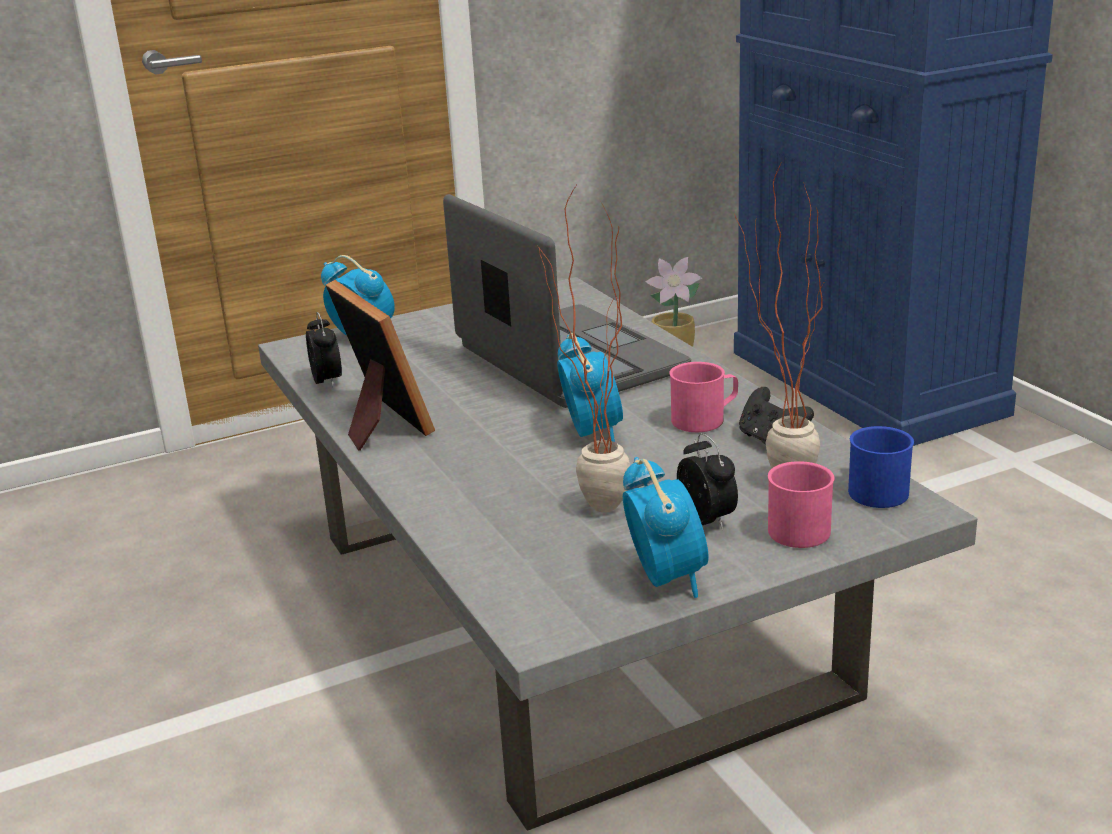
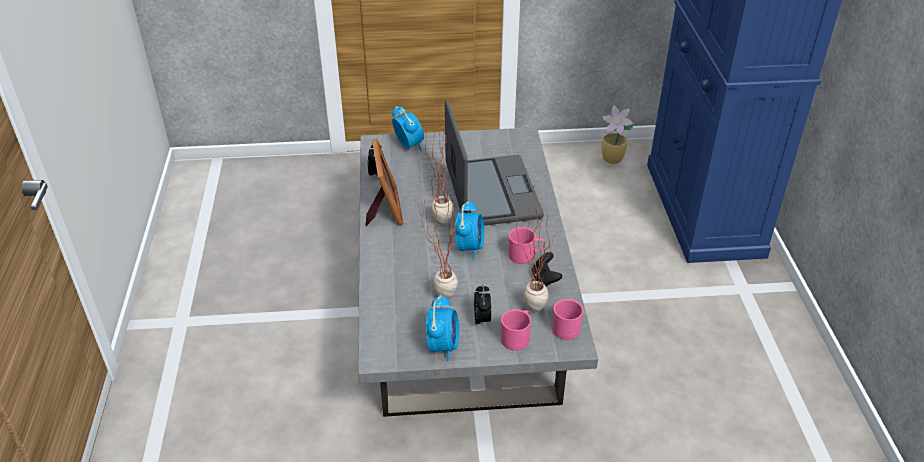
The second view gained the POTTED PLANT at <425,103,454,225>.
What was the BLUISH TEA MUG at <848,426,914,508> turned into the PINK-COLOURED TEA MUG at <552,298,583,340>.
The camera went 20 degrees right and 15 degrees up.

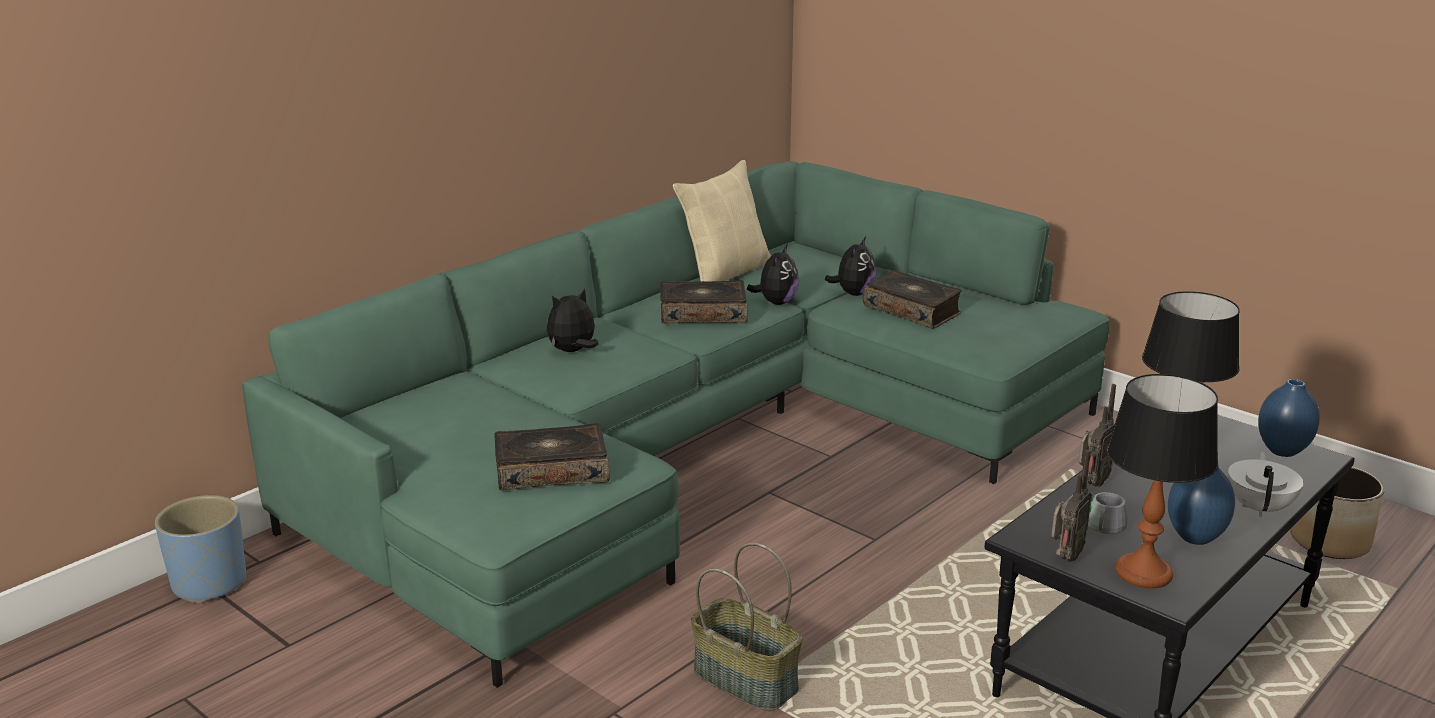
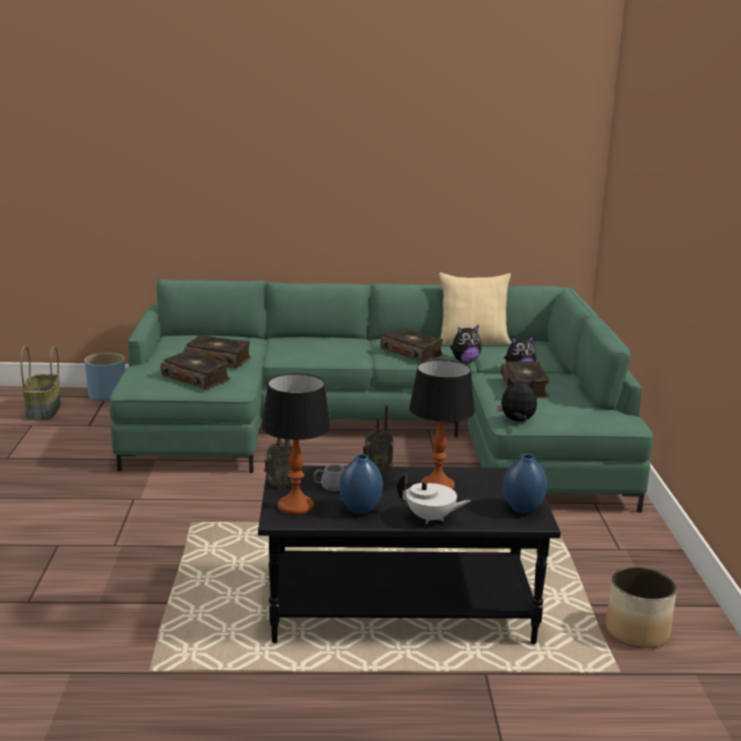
The second view gained the BOUND BOOK at <184,335,251,368>.
The CUDDLY TOY ended up elsewhere, having gone from <547,288,599,352> to <497,377,537,422>.
The STORAGE BASKET ended up elsewhere, having gone from <691,543,803,711> to <21,346,61,420>.
The WHITE-COLOURED TEAPOT at <1228,451,1303,517> ended up facing another way, 45 degrees clockwise from before.
The camera went 45 degrees right and 5 degrees down.

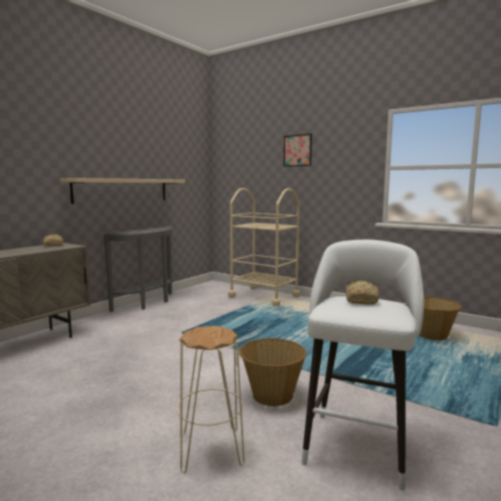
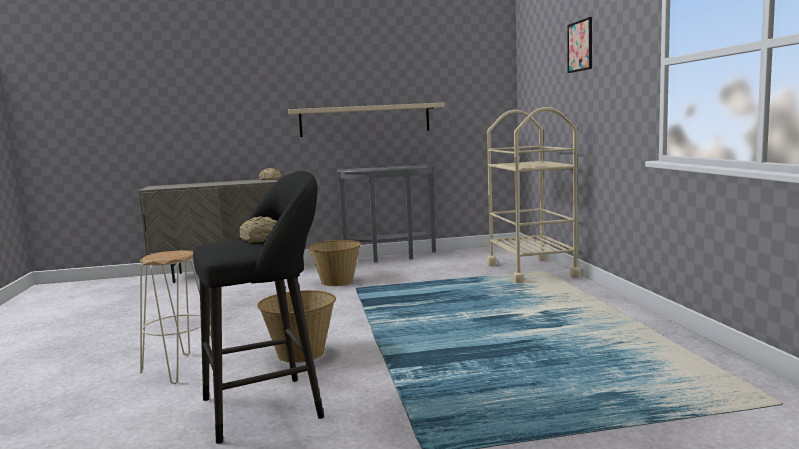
The STORAGE BASKET ended up elsewhere, having gone from <419,297,462,340> to <308,240,361,286>.
What was the WHITE-COLOURED STOOL SEAT at <301,240,424,491> turned into the BLACK STOOL SEAT at <193,171,324,444>.
The camera went 45 degrees right and 0 degrees up.

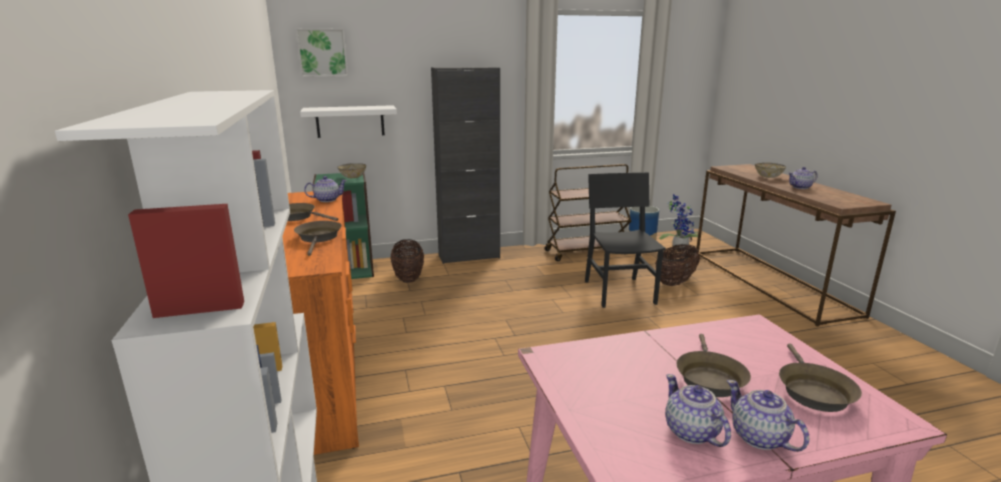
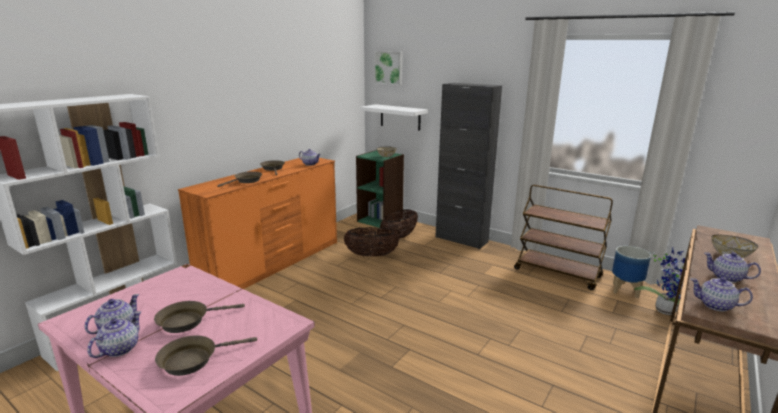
The second view lost the BLACK CHAIR at <585,172,666,308>.
The second view gained the TEAPOT at <690,277,753,311>.
The STORAGE BASKET ended up elsewhere, having gone from <655,244,700,286> to <344,227,399,256>.
The camera went 50 degrees right and 0 degrees up.

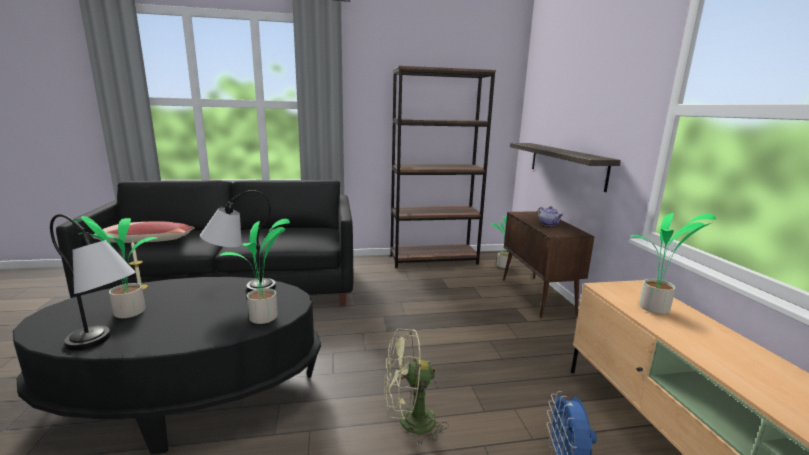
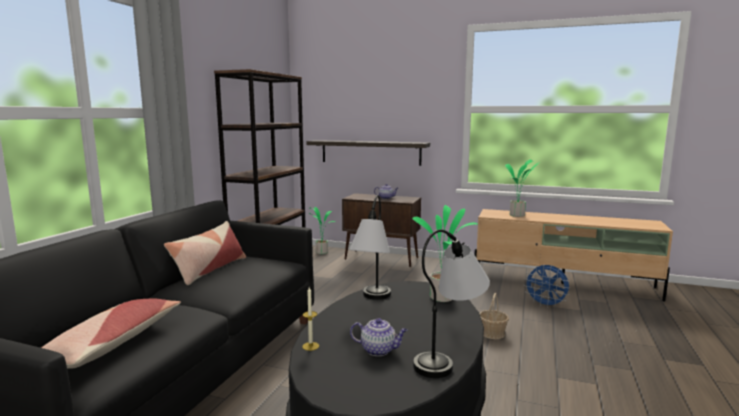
The second view gained the CUSHION at <164,221,246,285>.
Where the POTTED PLANT stood at <73,216,157,318>, the TEAPOT came to stand at <350,318,408,356>.
Where the GREEN COOLING FAN stood at <384,328,449,446>, the STORAGE BASKET came to stand at <479,293,509,339>.
The camera went 60 degrees left and 5 degrees down.

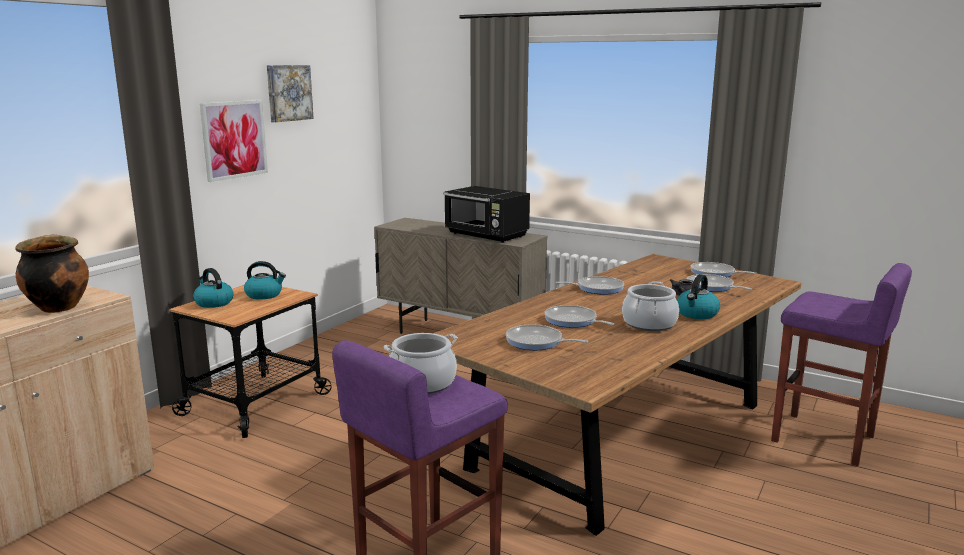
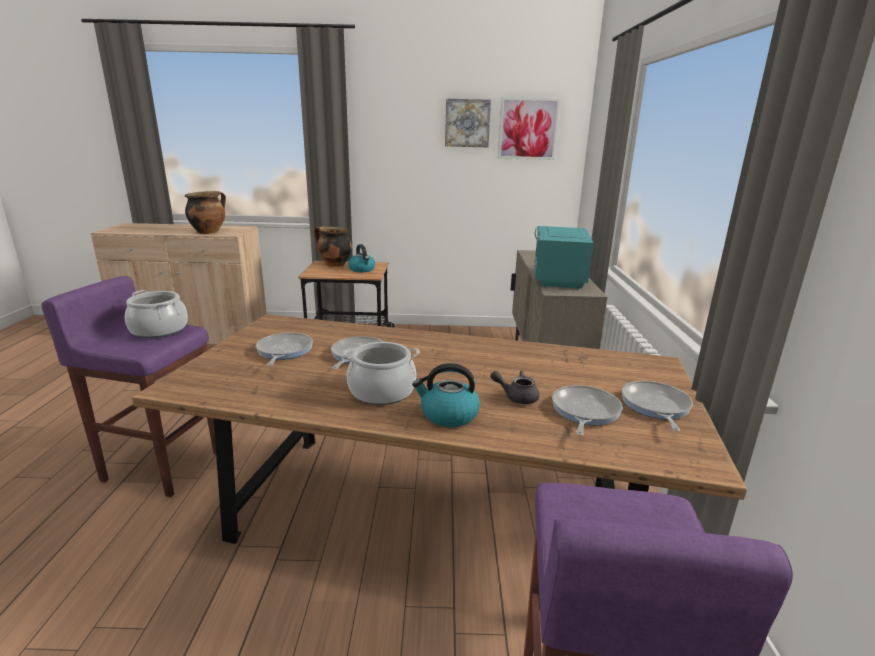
The second view lost the FRYING PAN at <556,276,624,295>.
The PICTURE ended up elsewhere, having gone from <200,100,268,182> to <498,97,560,160>.
Where the WATER KETTLE stood at <193,268,234,308>, the SAUCEPOT came to stand at <314,226,352,267>.
What was the BLACK MICROWAVE OVEN at <444,186,530,243> turned into the TURQUOISE-COLOURED MICROWAVE OVEN at <534,226,593,290>.
The camera went 60 degrees right and 5 degrees up.

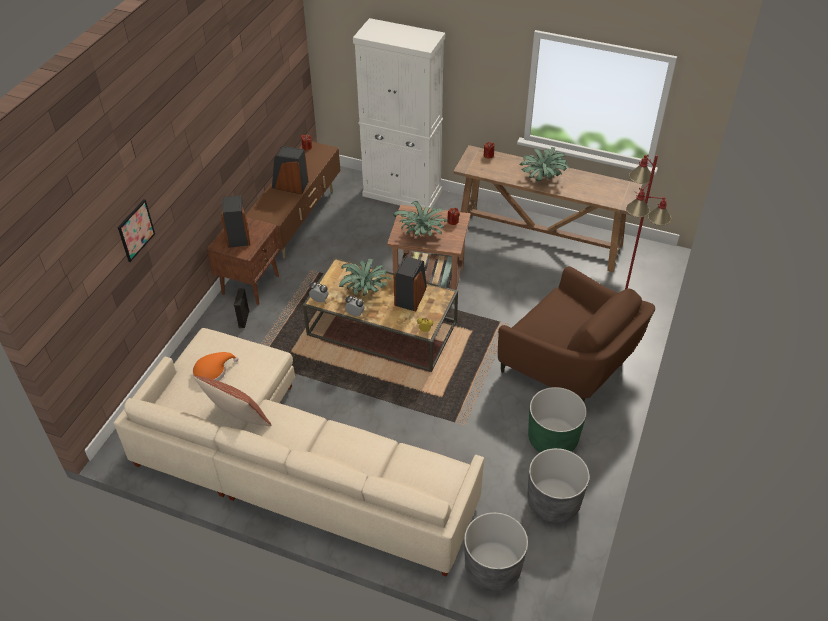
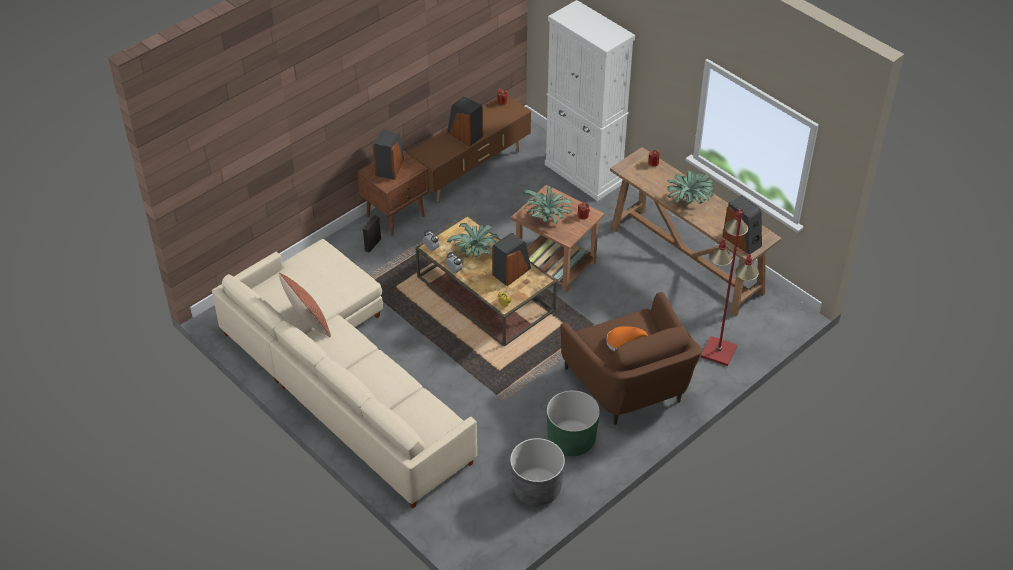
The second view lost the PICTURE at <118,199,155,262>.
The second view lost the GRAY PLANTER at <464,512,528,591>.
The second view gained the SPEAKER at <722,195,762,254>.
The ORANGEY HAT ended up elsewhere, having gone from <192,352,238,381> to <606,326,648,351>.
The camera went 25 degrees right and 0 degrees up.

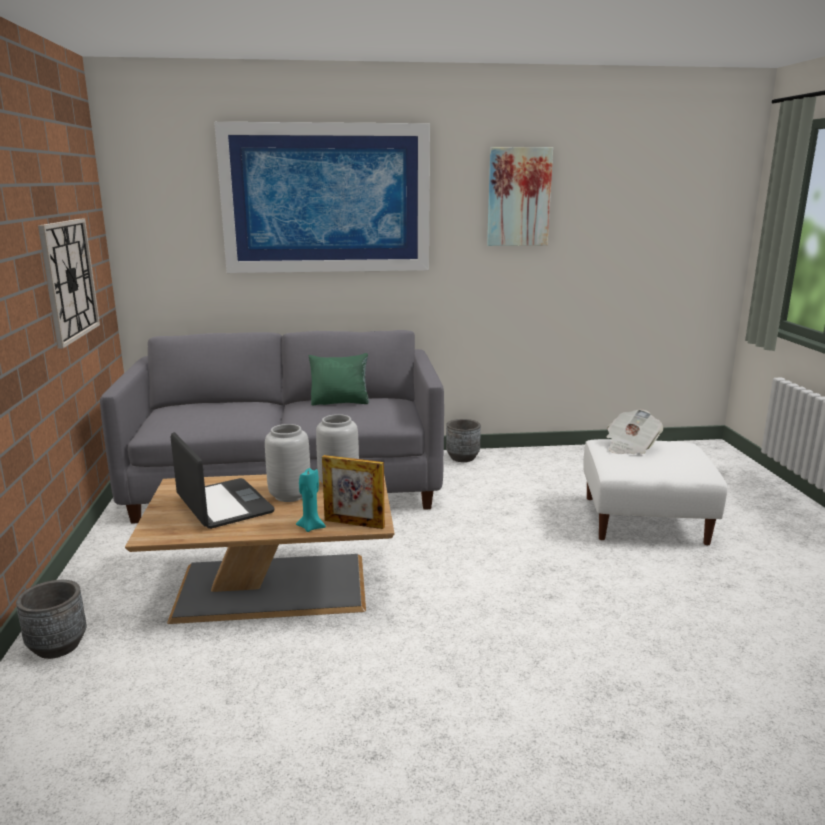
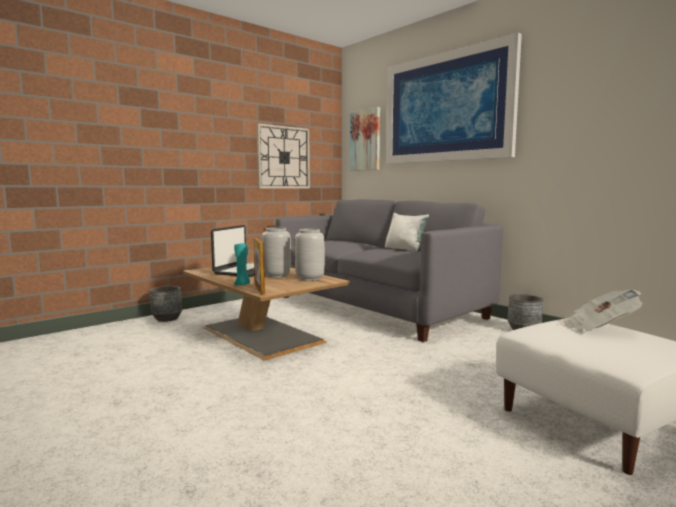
The PICTURE ended up elsewhere, having gone from <487,147,553,246> to <350,107,380,171>.
What was the GREEN CUSHION at <309,353,369,406> turned into the WHITE-COLOURED CUSHION at <385,213,429,252>.
The camera went 55 degrees right and 10 degrees down.

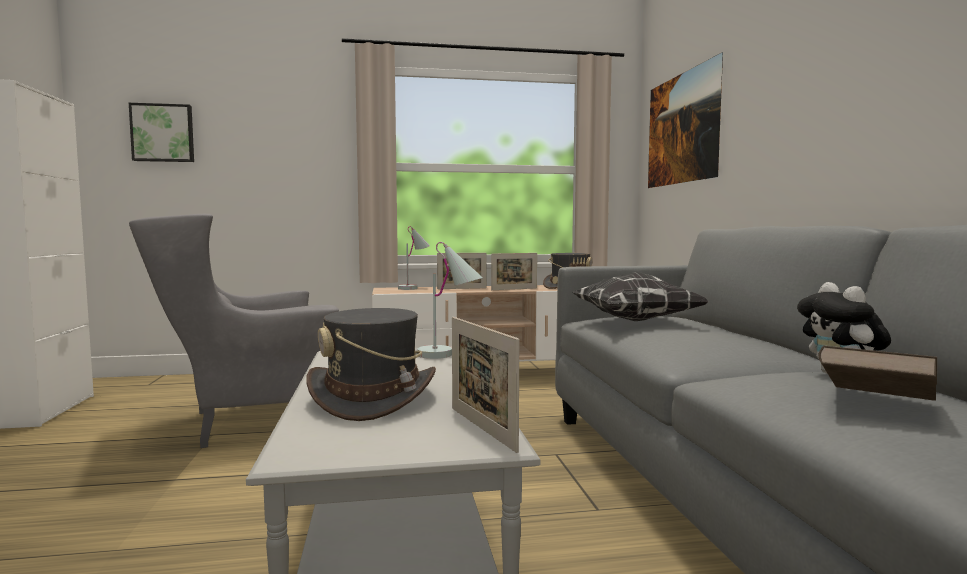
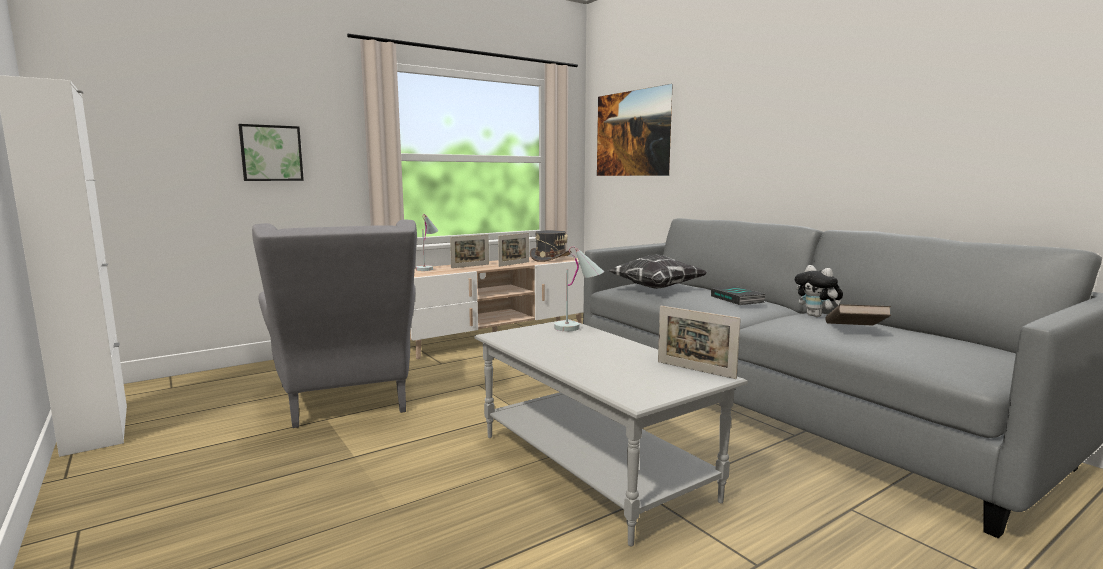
The second view lost the GRAY HAT at <306,308,436,421>.
The second view gained the BOUND BOOK at <711,286,766,305>.
The PICTURE ended up elsewhere, having gone from <129,103,194,162> to <238,124,304,181>.
The GRAY EASY CHAIR at <129,214,339,448> ended up facing another way, 60 degrees counterclockwise from before.
The camera went 25 degrees left and 5 degrees up.

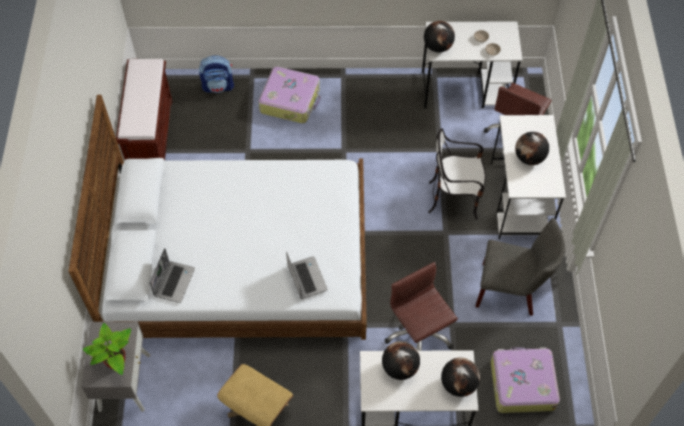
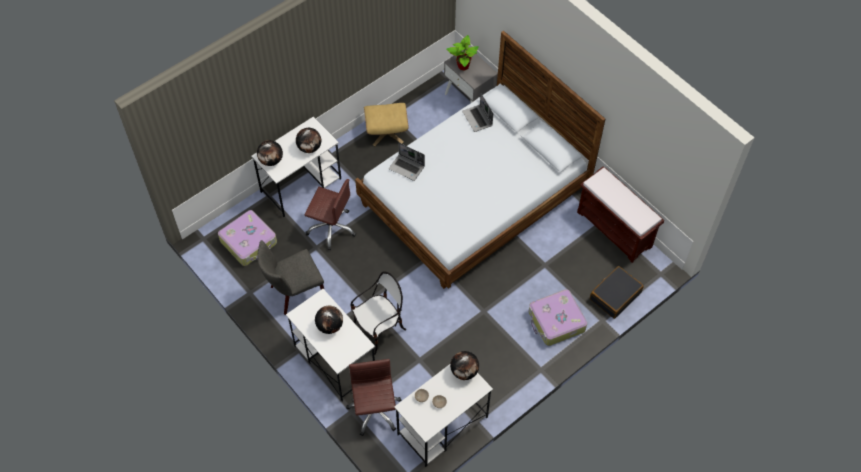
Where the KNAPSACK stood at <199,55,234,93>, the BLACK PIECE OF LUGGAGE came to stand at <590,266,644,319>.
The camera went 140 degrees right and 0 degrees up.

